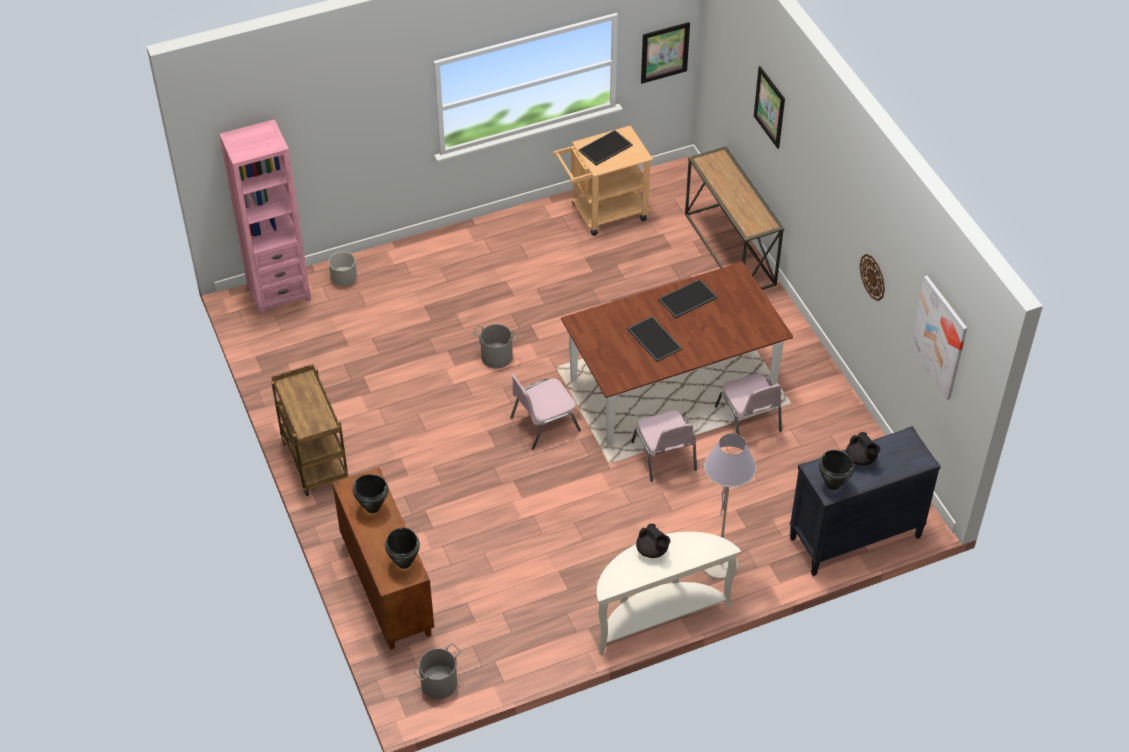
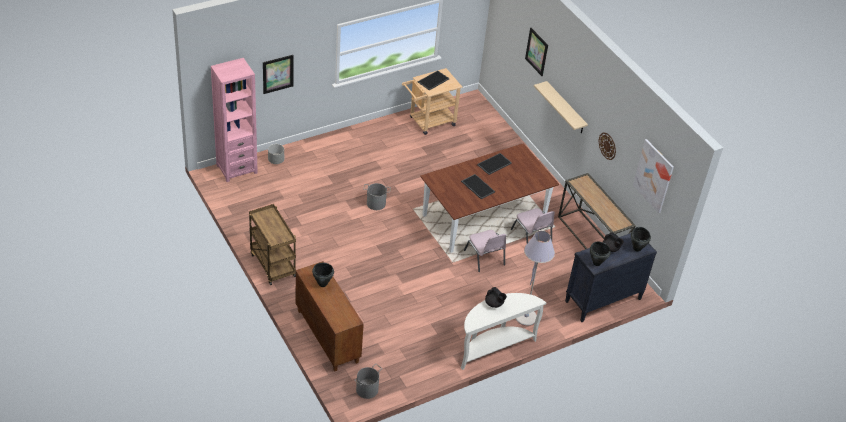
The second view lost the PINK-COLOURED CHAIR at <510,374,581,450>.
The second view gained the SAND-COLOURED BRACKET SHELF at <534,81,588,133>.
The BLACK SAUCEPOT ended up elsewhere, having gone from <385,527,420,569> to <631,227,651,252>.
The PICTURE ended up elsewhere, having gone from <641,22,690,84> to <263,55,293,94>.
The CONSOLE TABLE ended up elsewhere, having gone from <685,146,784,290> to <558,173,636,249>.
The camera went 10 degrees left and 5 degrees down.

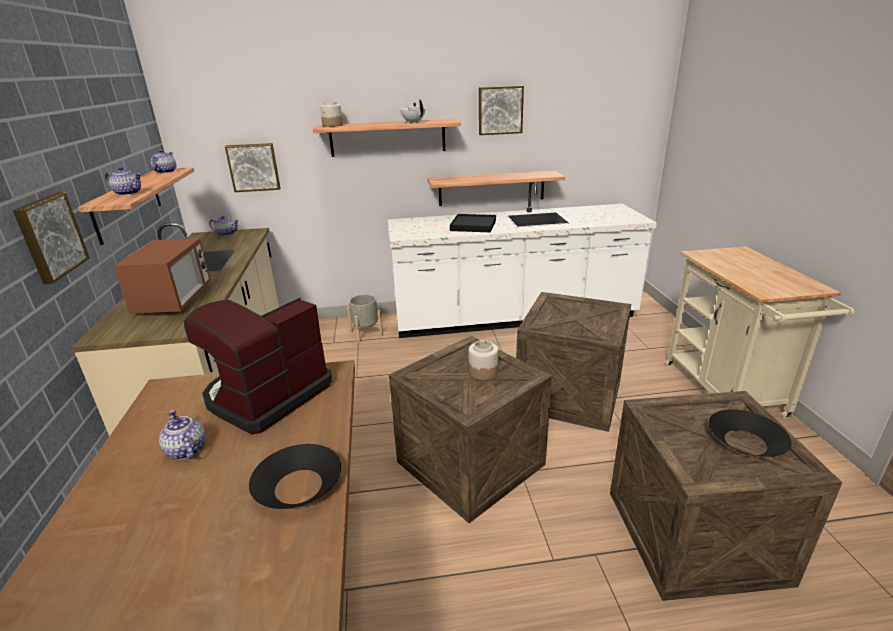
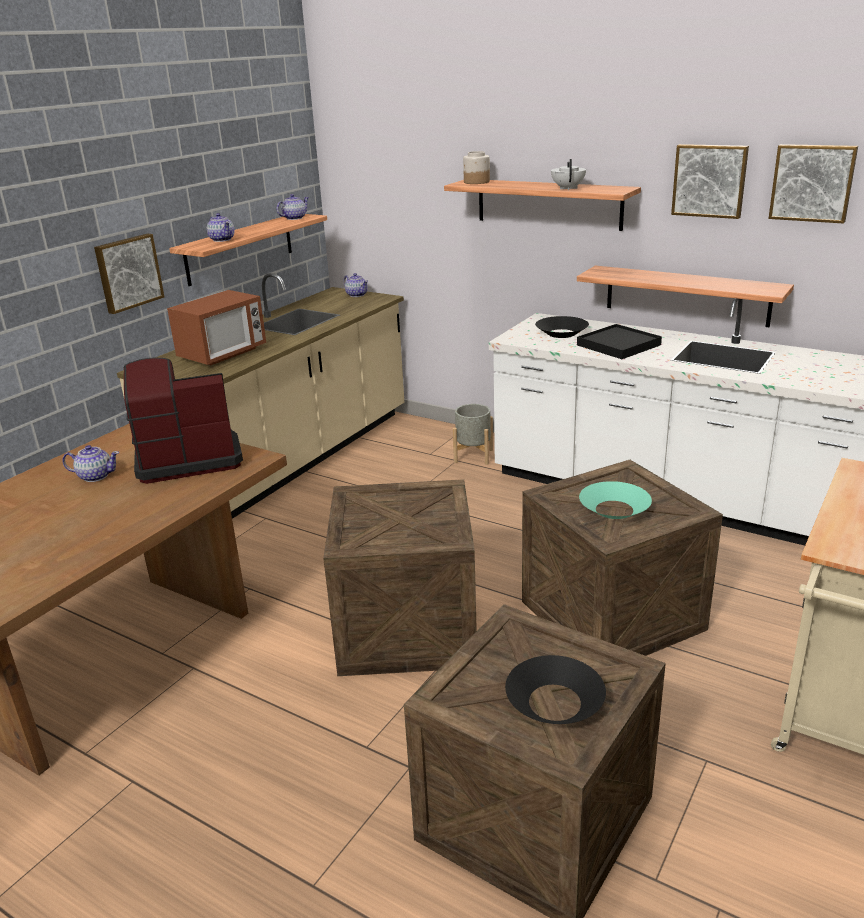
The second view lost the JAR at <469,340,498,380>.
The second view gained the TURQUOISE-COLOURED BOWL at <579,481,652,519>.
The PICTURE ended up elsewhere, having gone from <225,143,281,192> to <768,144,858,224>.
The BLACK BOWL ended up elsewhere, having gone from <249,444,341,509> to <535,316,589,338>.
The TEAPOT at <159,410,206,460> ended up facing another way, 90 degrees clockwise from before.
The camera went 40 degrees right and 0 degrees up.

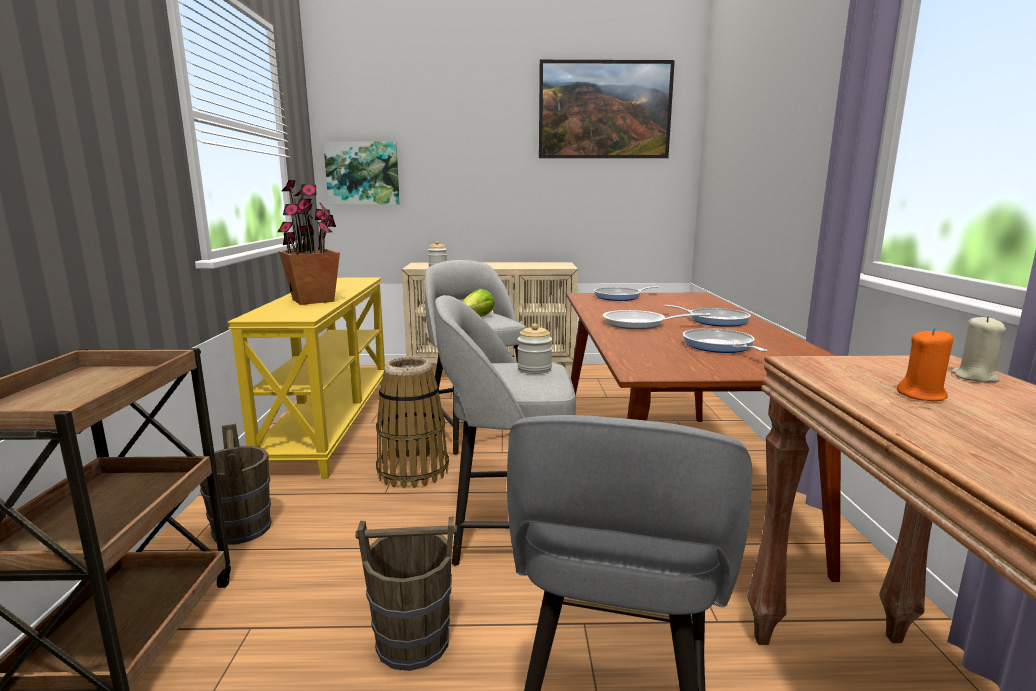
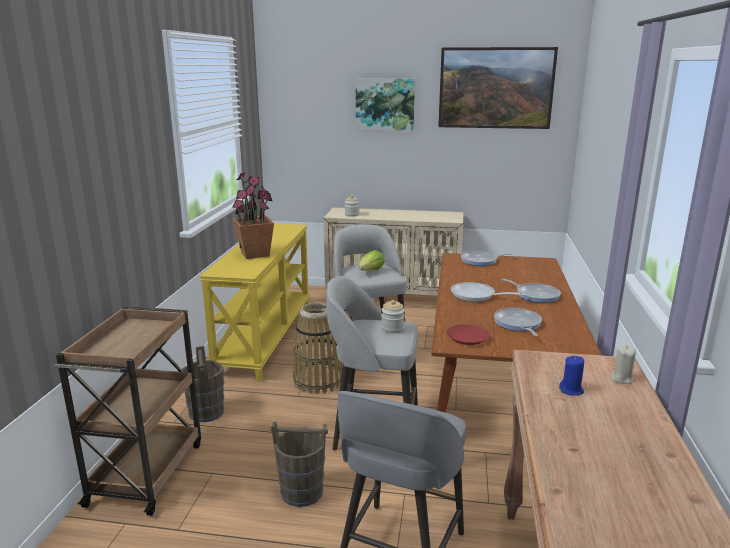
The second view gained the RED PLATE at <447,324,490,345>.
The PICTURE ended up elsewhere, having gone from <323,141,400,205> to <356,78,415,131>.
What was the ORANGEY WAX CANDLE at <897,328,953,401> turned into the BLUISH WAX CANDLE at <559,356,584,396>.
The camera went 10 degrees right and 5 degrees up.

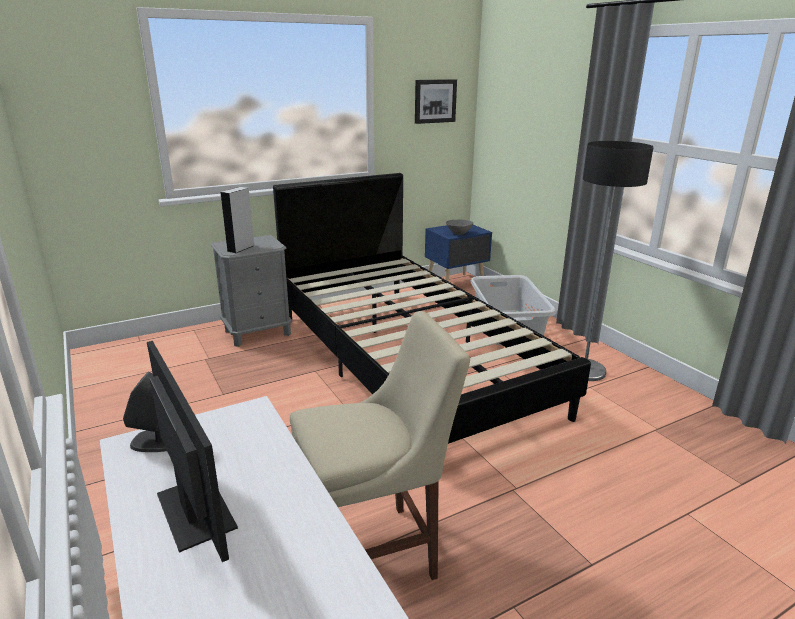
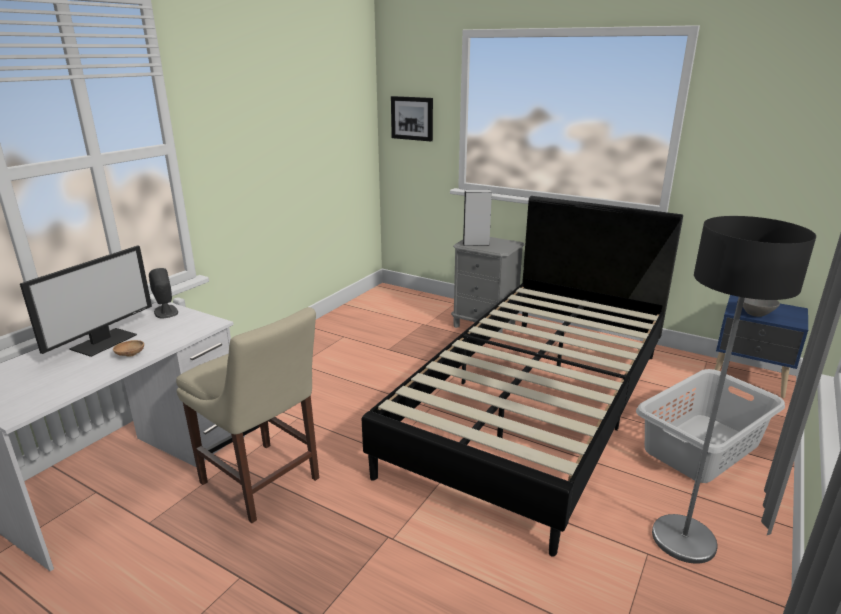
The second view gained the BROWN-COLOURED BOWL at <113,340,144,357>.
The PICTURE ended up elsewhere, having gone from <415,79,457,124> to <391,96,433,141>.
The camera went 60 degrees right and 0 degrees up.

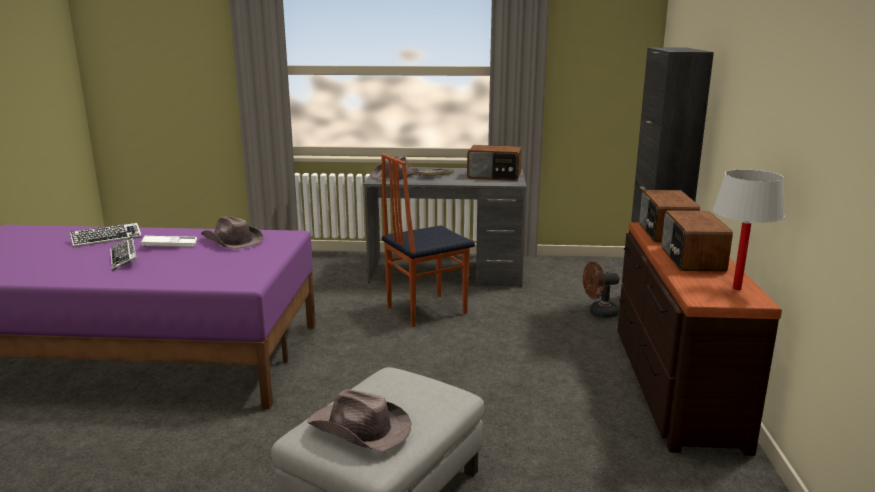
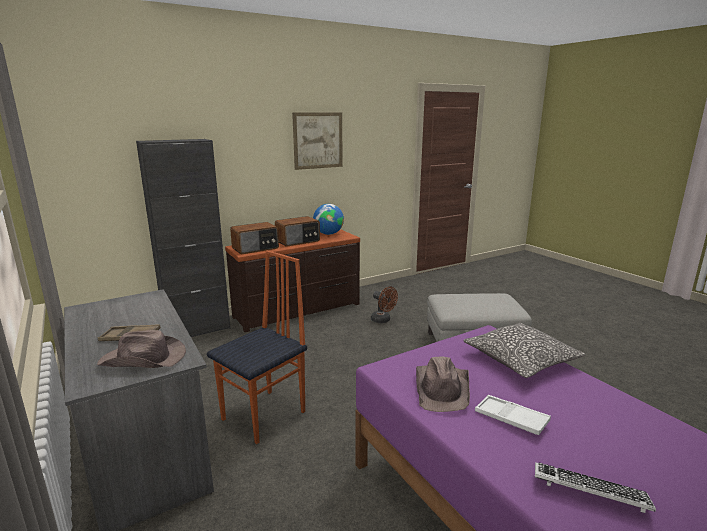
The second view lost the PC KEYBOARD at <110,237,138,271>.
The second view lost the BROWN-COLOURED HAT at <307,389,412,452>.
The second view lost the RADIO RECEIVER at <467,145,522,181>.
The second view gained the PICTURE at <292,113,343,170>.
The second view gained the CUSHION at <464,323,585,378>.
The BROWN-COLOURED COOLING FAN ended up elsewhere, having gone from <583,262,620,318> to <371,287,398,323>.
Where the WHITE-COLOURED TABLETOP LAMP stood at <713,169,785,290>, the WORLD GLOBE came to stand at <313,204,344,235>.
The CHAIR at <381,154,475,327> ended up facing another way, 75 degrees counterclockwise from before.
The camera went 125 degrees left and 0 degrees up.

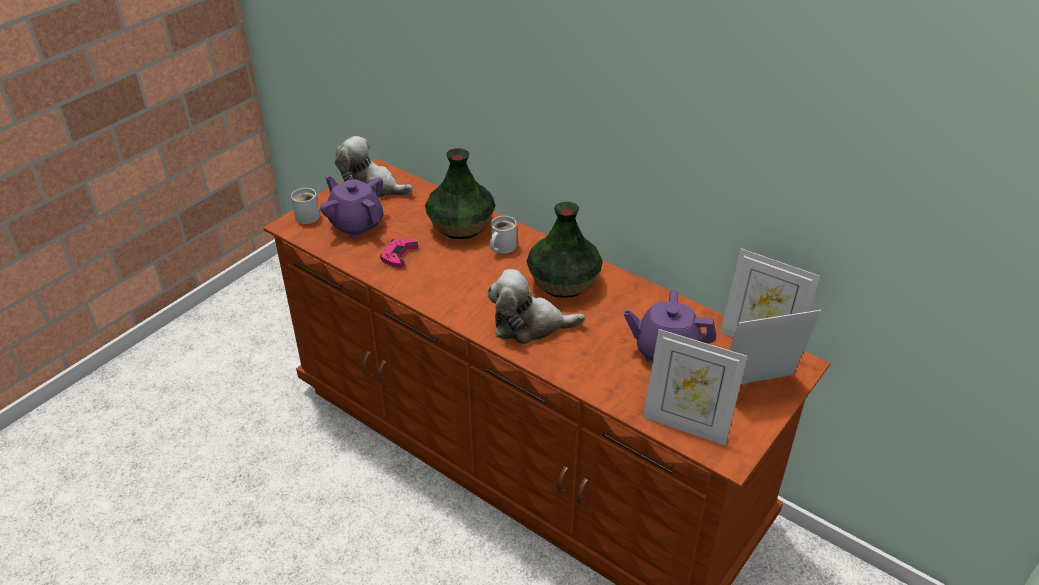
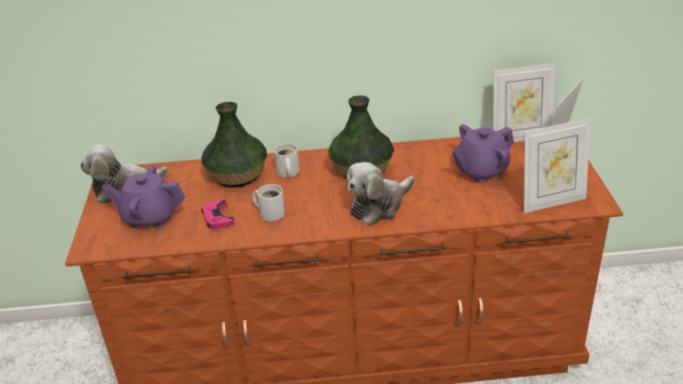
The WHITE-COLOURED TEA MUG ended up elsewhere, having gone from <291,188,320,224> to <252,184,285,221>.
The camera went 40 degrees left and 5 degrees down.

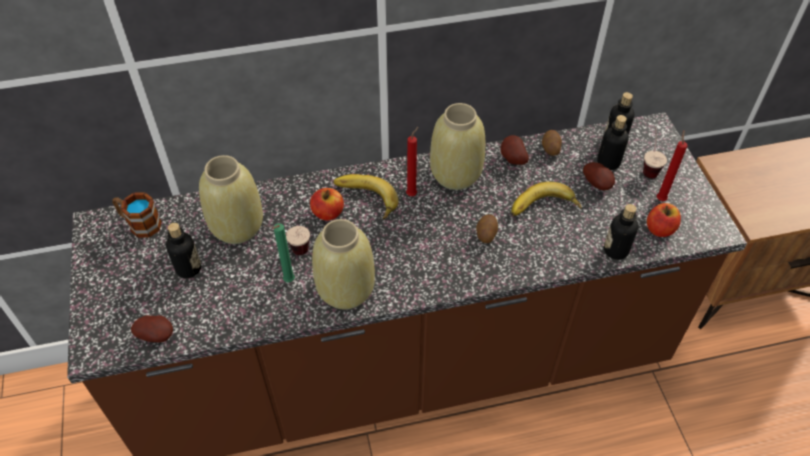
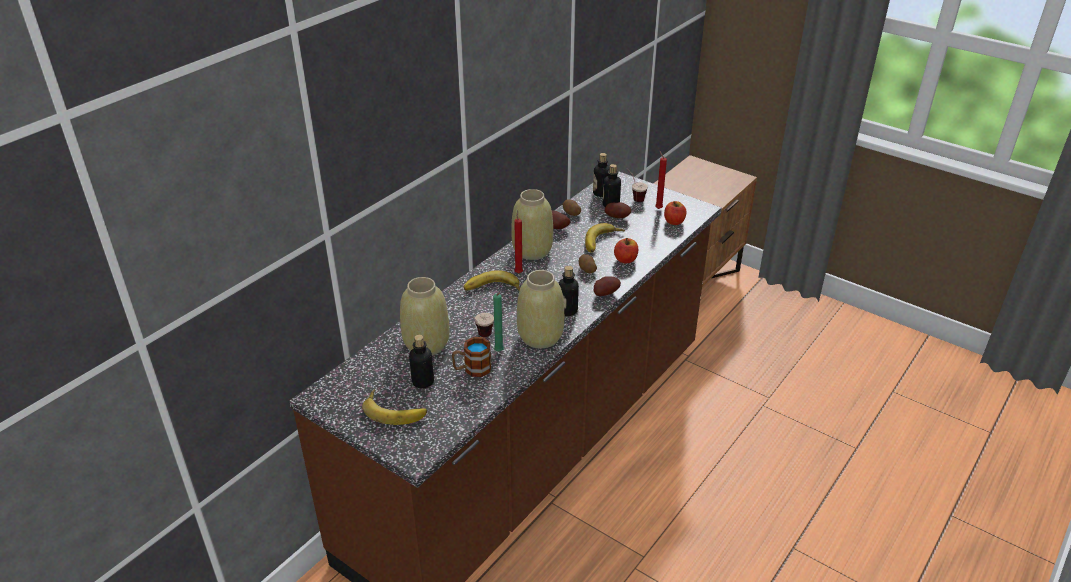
The second view gained the BANANA FRUIT at <362,389,427,425>.
The TEA MUG ended up elsewhere, having gone from <113,192,162,238> to <452,337,491,377>.
The WHOLE POTATO ended up elsewhere, having gone from <131,315,173,343> to <594,276,621,296>.
The APPLE FRUIT ended up elsewhere, having gone from <310,188,344,221> to <614,238,638,263>.
The BOTTLE ended up elsewhere, having gone from <604,204,638,260> to <558,266,579,316>.
The camera went 40 degrees left and 15 degrees down.

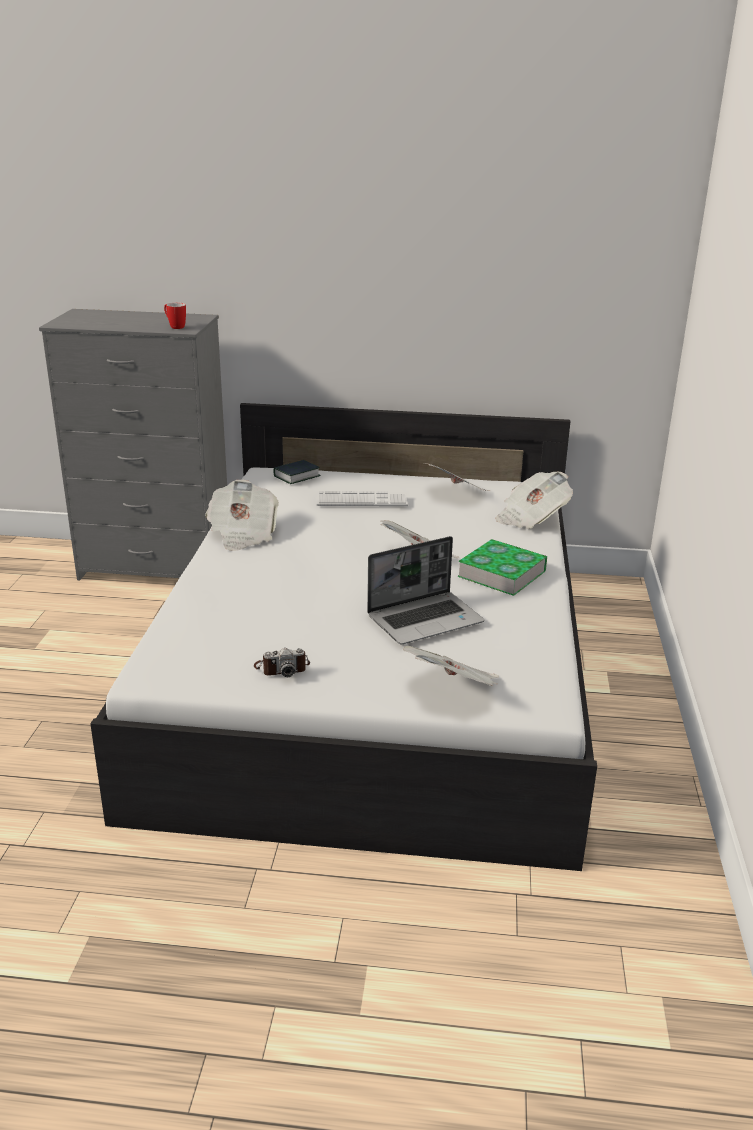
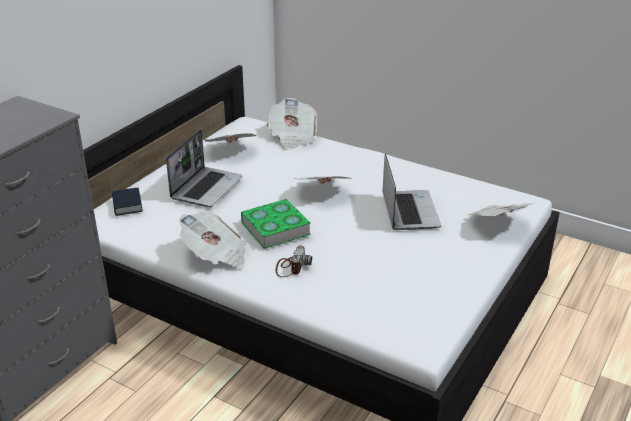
The second view lost the TEA MUG at <164,303,186,329>.
The STILL CAMERA ended up elsewhere, having gone from <254,648,310,677> to <276,245,312,277>.
The BOUND BOOK ended up elsewhere, having gone from <458,539,547,596> to <241,199,311,249>.
Where the PC KEYBOARD stood at <317,491,408,506>, the LAPTOP came to stand at <166,130,242,207>.
The camera went 65 degrees left and 5 degrees up.

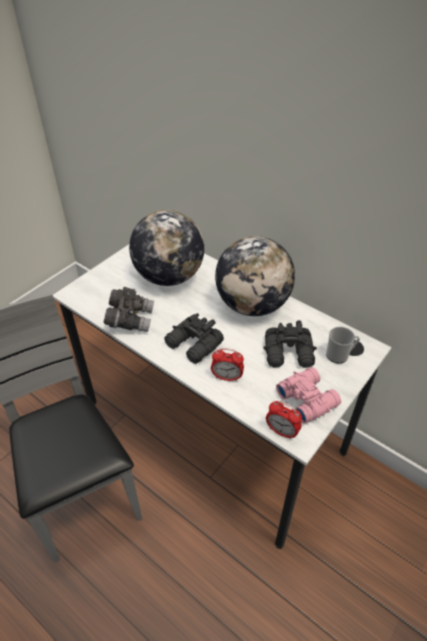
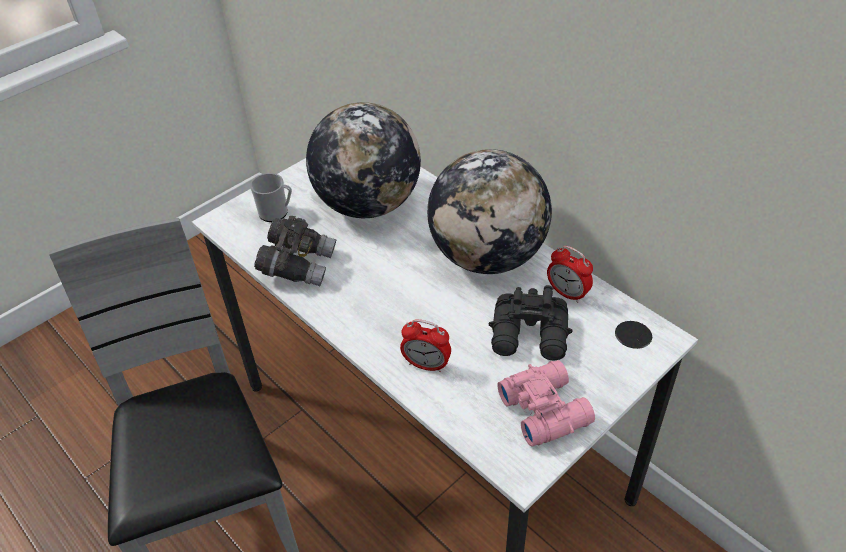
The second view lost the BLACK PAIR OF BINOCULARS at <164,313,224,364>.
The ALARM CLOCK ended up elsewhere, having gone from <266,401,302,440> to <547,246,593,303>.
The TEA MUG ended up elsewhere, having gone from <326,327,360,363> to <250,173,292,222>.
The camera went 10 degrees right and 0 degrees up.

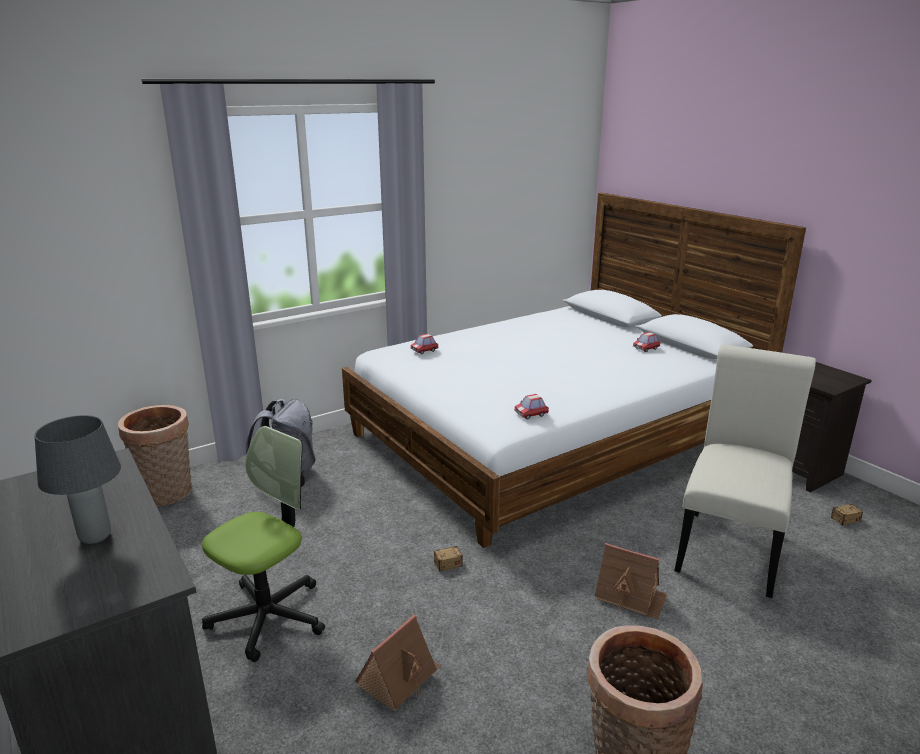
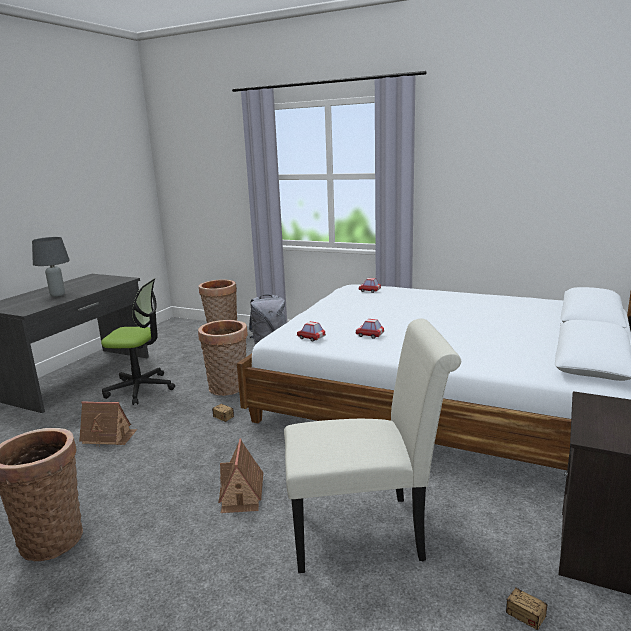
The second view gained the STORAGE BASKET at <198,320,248,396>.
The TOY CAR ended up elsewhere, having gone from <633,332,660,352> to <356,319,384,339>.
The camera went 60 degrees right and 5 degrees down.

